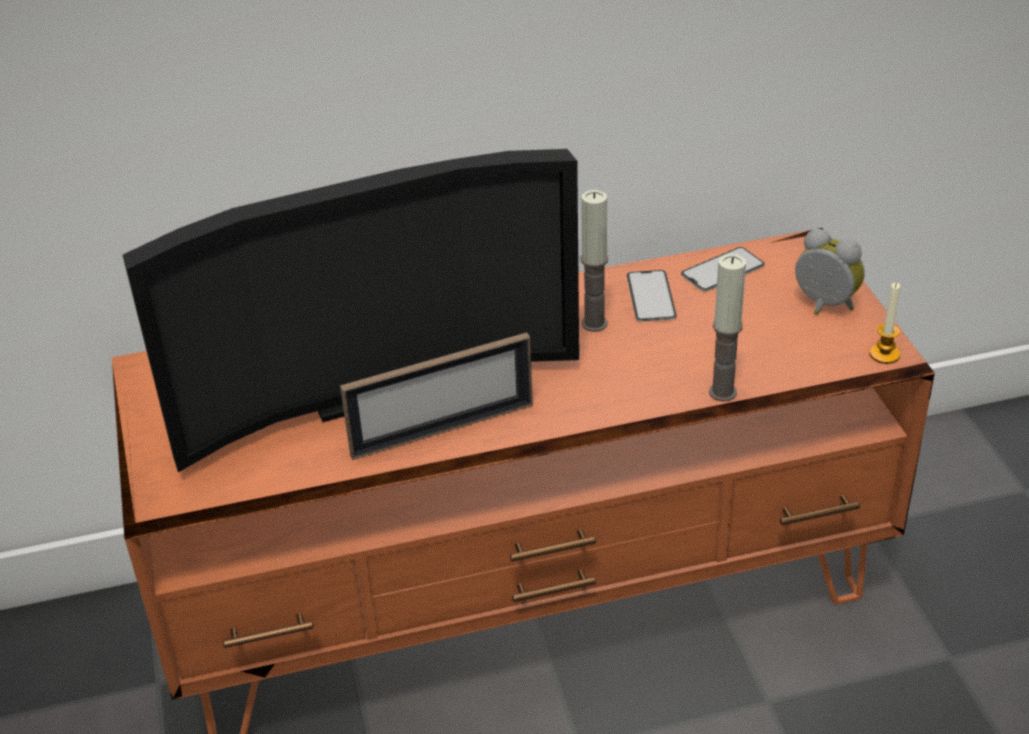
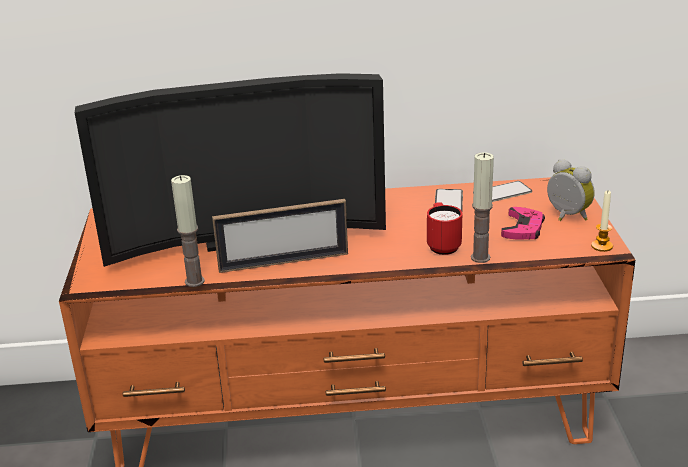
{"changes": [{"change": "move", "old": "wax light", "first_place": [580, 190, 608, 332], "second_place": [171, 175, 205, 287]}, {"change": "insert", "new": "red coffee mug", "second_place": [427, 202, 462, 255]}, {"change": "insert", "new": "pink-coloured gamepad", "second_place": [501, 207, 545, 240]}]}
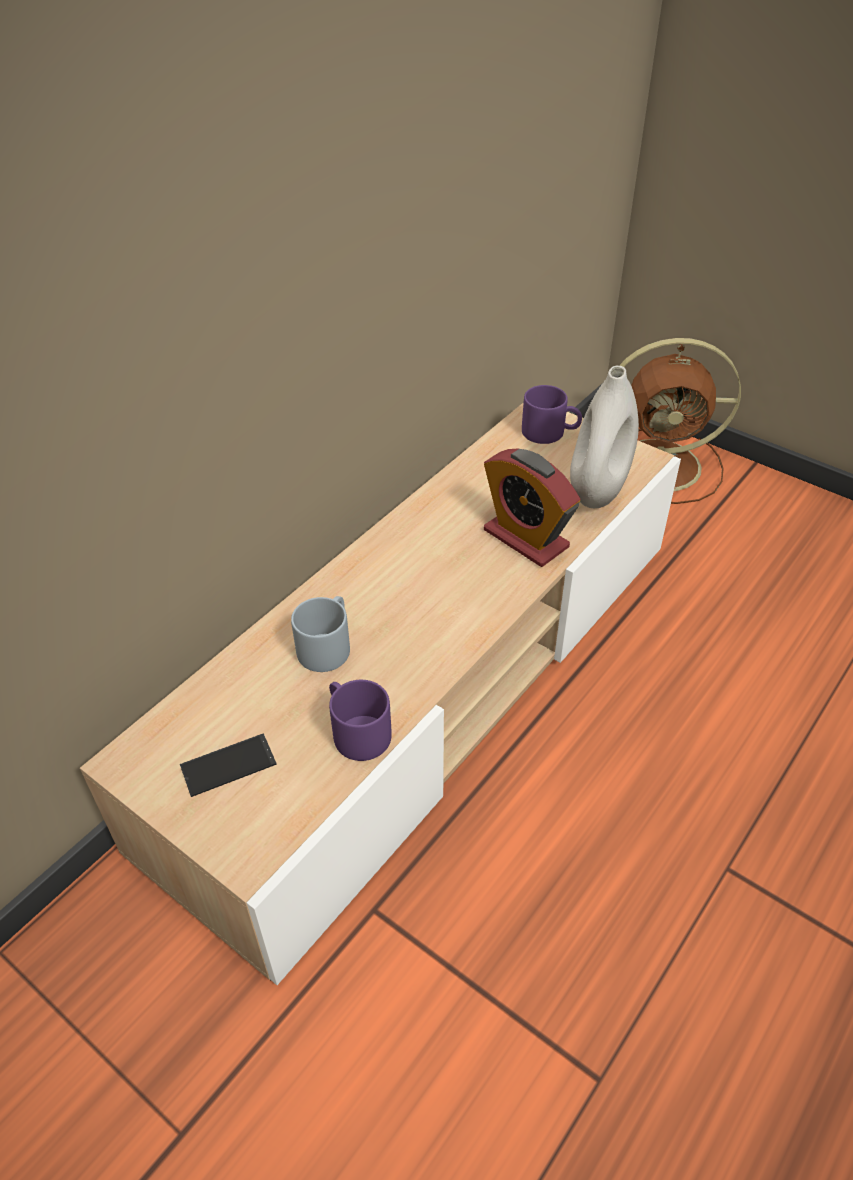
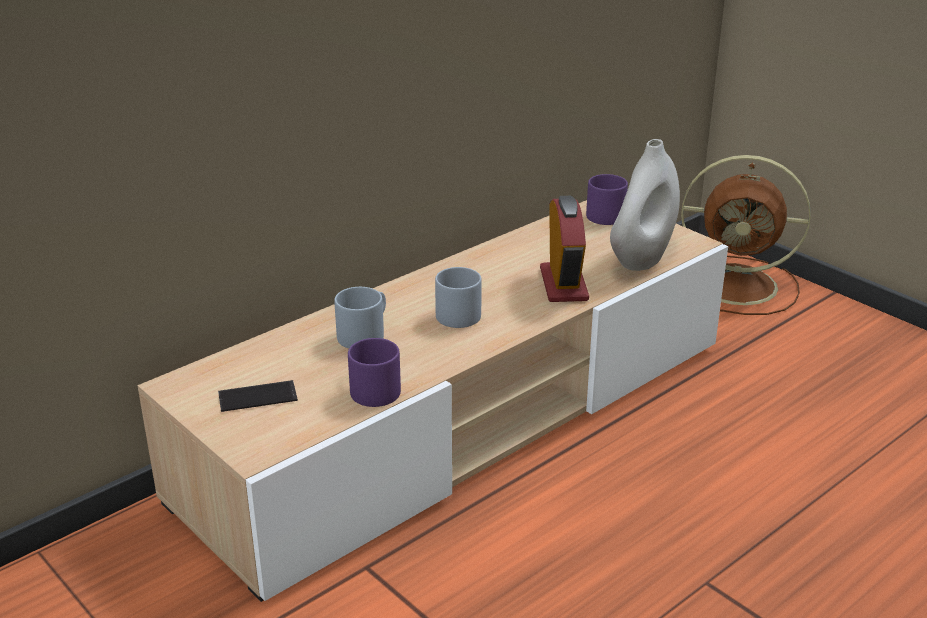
{"changes": [{"change": "rotate", "old": "table clock", "first_place": [484, 448, 580, 567], "second_place": [540, 196, 589, 302], "degrees": -150}, {"change": "insert", "new": "grey coffee mug", "second_place": [435, 267, 482, 328]}]}
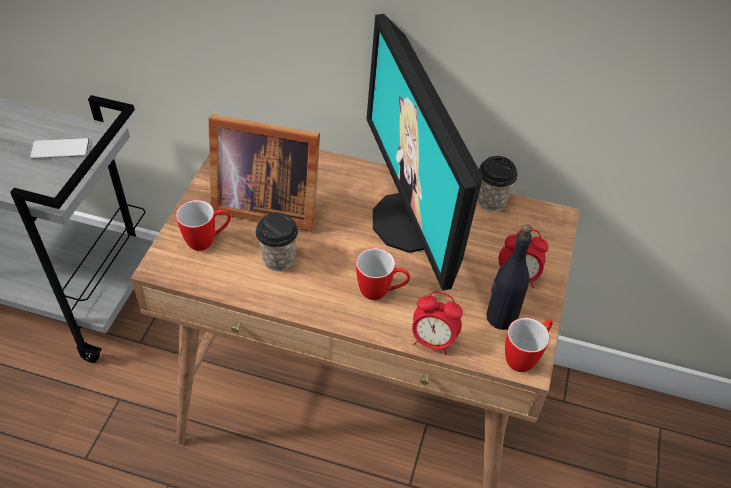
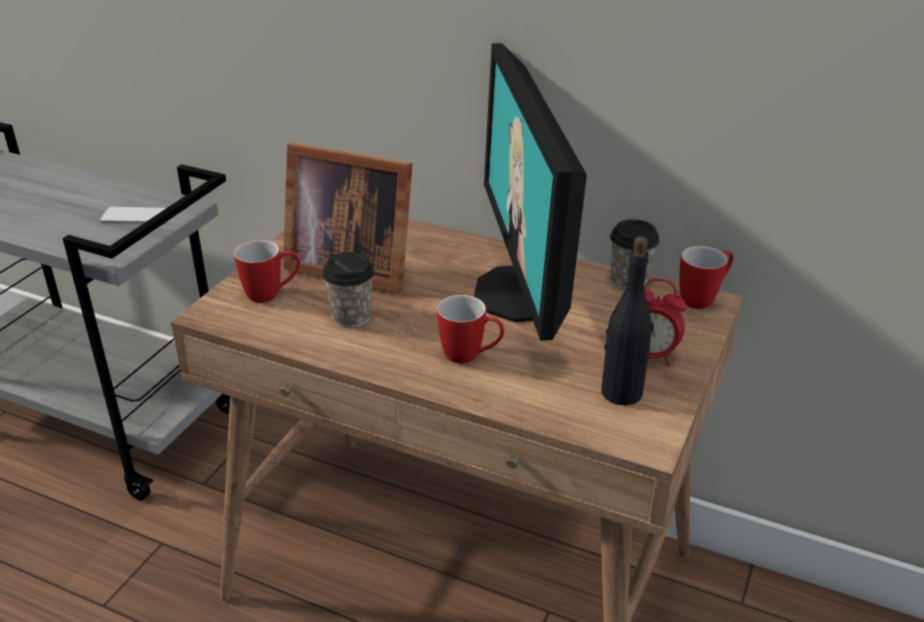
{"changes": [{"change": "delete", "old": "table clock", "first_place": [412, 292, 463, 355]}, {"change": "move", "old": "coffee mug", "first_place": [505, 318, 553, 372], "second_place": [679, 246, 733, 309]}]}
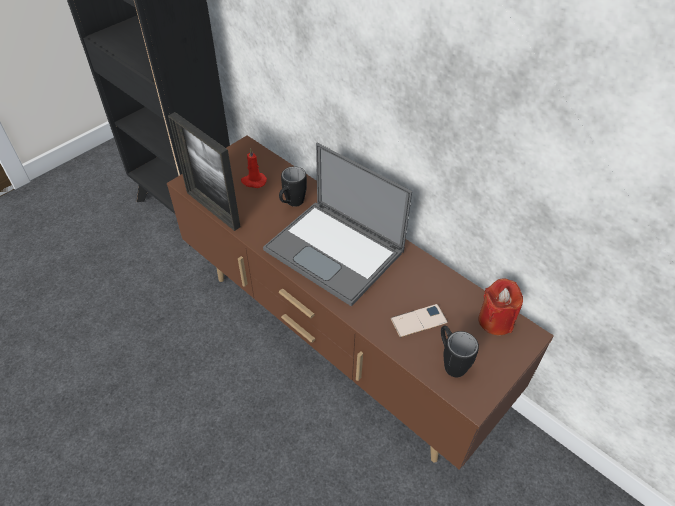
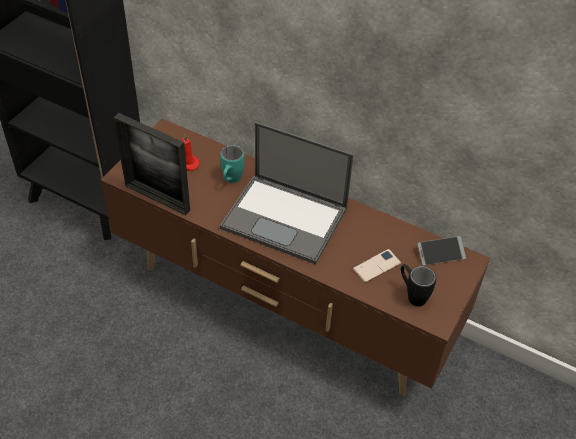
{"changes": [{"change": "recolor", "old": "blackish coffee mug", "new": "turquoise-coloured coffee mug", "first_place": [279, 166, 307, 207], "second_place": [220, 145, 245, 183]}, {"change": "replace", "old": "red wax light", "new": "telephone", "first_place": [478, 278, 523, 335], "second_place": [417, 236, 466, 266]}]}
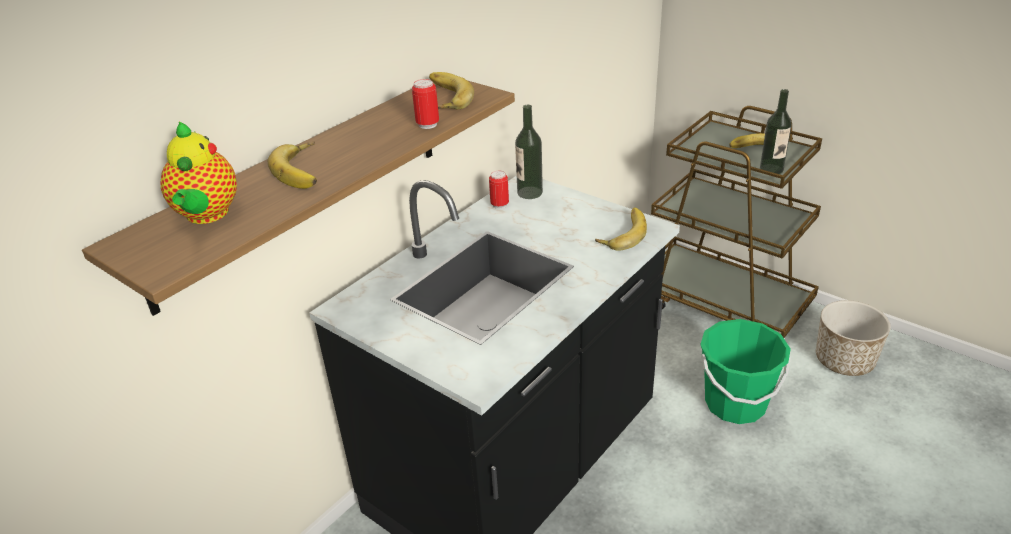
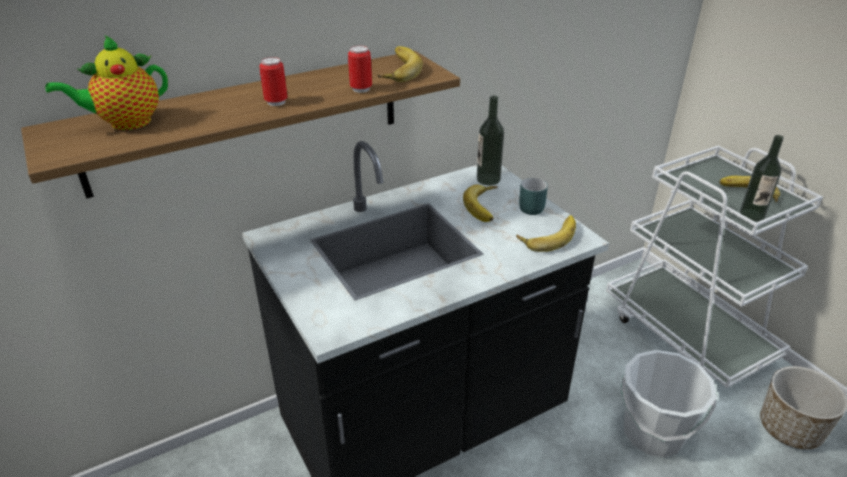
{"changes": [{"change": "recolor", "old": "brown wheeled cart", "new": "white-coloured wheeled cart", "first_place": [651, 106, 822, 338], "second_place": [606, 145, 823, 388]}, {"change": "rotate", "old": "tea pot", "first_place": [161, 122, 237, 224], "second_place": [46, 35, 168, 130], "degrees": 45}, {"change": "move", "old": "banana fruit", "first_place": [268, 142, 317, 189], "second_place": [463, 185, 498, 222]}, {"change": "move", "old": "can", "first_place": [489, 171, 509, 209], "second_place": [259, 57, 287, 106]}, {"change": "recolor", "old": "green pail", "new": "white-coloured pail", "first_place": [700, 319, 791, 424], "second_place": [621, 350, 717, 457]}, {"change": "insert", "new": "turquoise-coloured coffee mug", "second_place": [519, 178, 548, 215]}]}
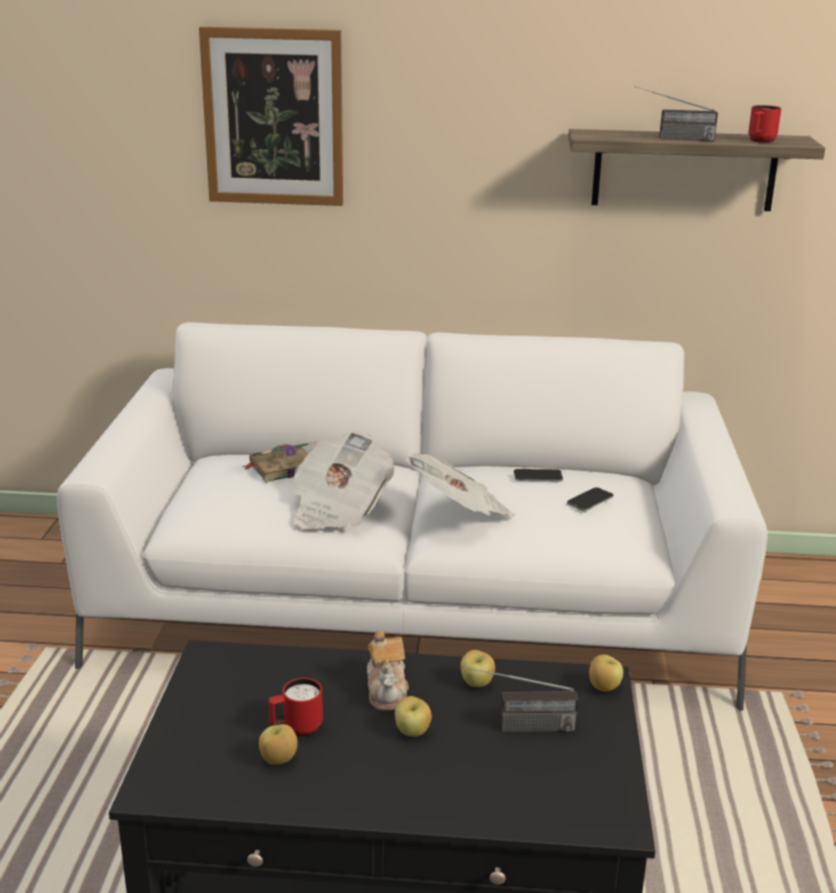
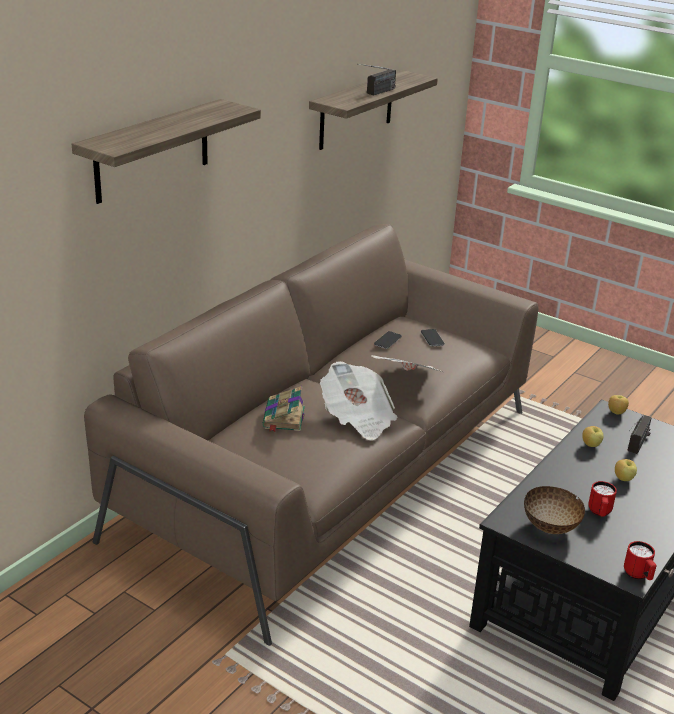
{"changes": [{"change": "replace", "old": "wall art", "new": "wall shelf", "first_place": [199, 27, 343, 206], "second_place": [72, 99, 261, 204]}, {"change": "move", "old": "red coffee mug", "first_place": [748, 105, 781, 143], "second_place": [624, 541, 657, 580]}, {"change": "recolor", "old": "white-coloured sofa", "new": "brown sofa", "first_place": [57, 322, 767, 711], "second_place": [84, 224, 538, 646]}, {"change": "delete", "old": "tea pot", "first_place": [367, 630, 409, 710]}, {"change": "delete", "old": "apple fruit", "first_place": [259, 724, 298, 765]}, {"change": "insert", "new": "deep dish", "second_place": [524, 486, 585, 534]}]}
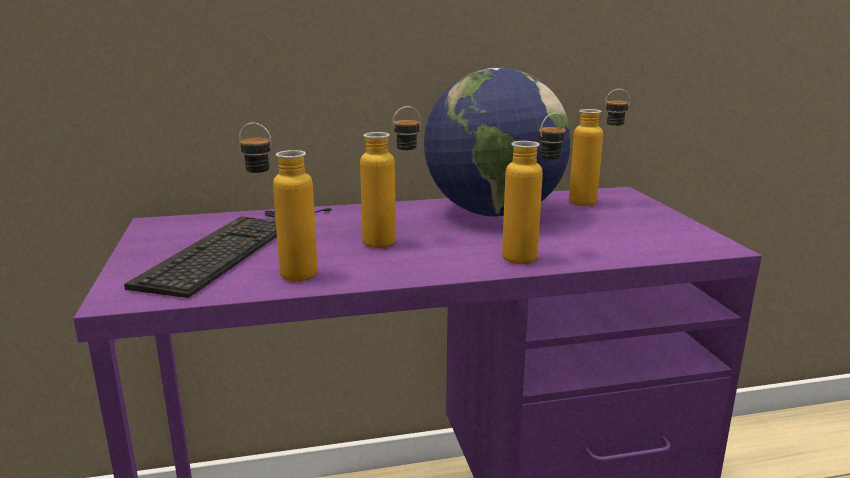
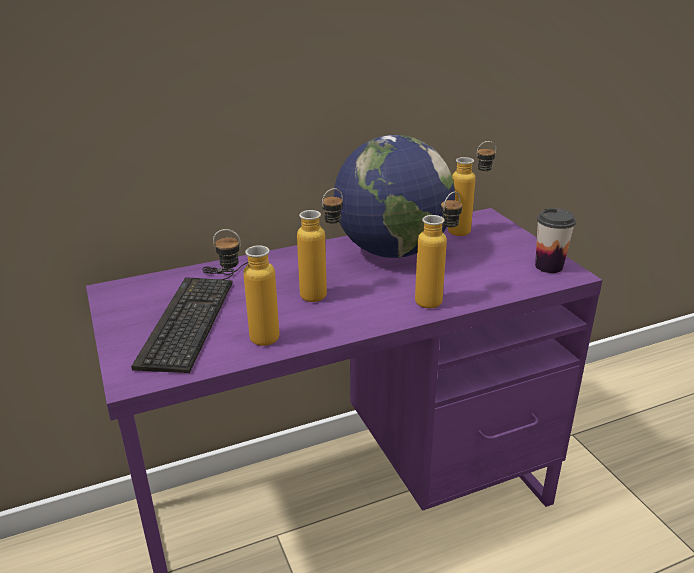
{"changes": [{"change": "insert", "new": "cup", "second_place": [535, 208, 576, 273]}]}
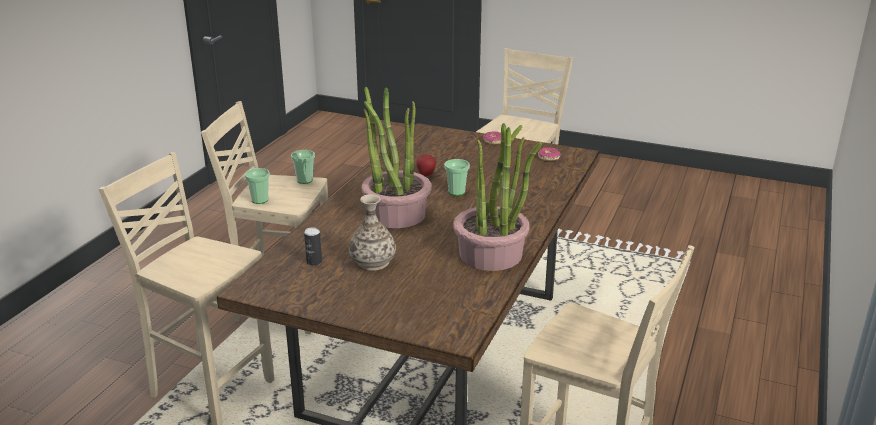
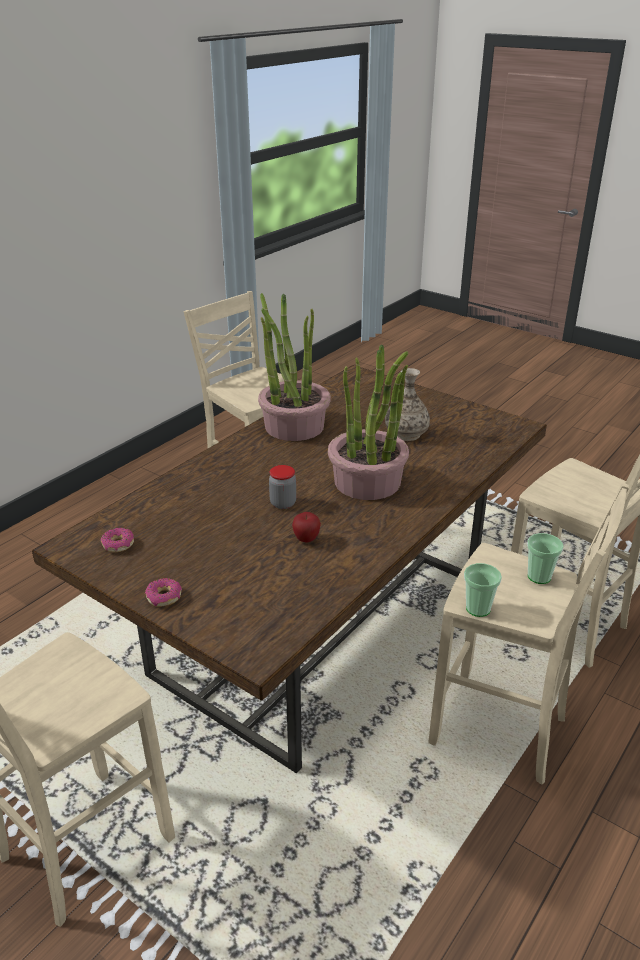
{"changes": [{"change": "replace", "old": "cup", "new": "preserve jar", "first_place": [444, 159, 470, 196], "second_place": [269, 465, 296, 509]}, {"change": "delete", "old": "can", "first_place": [304, 227, 322, 266]}]}
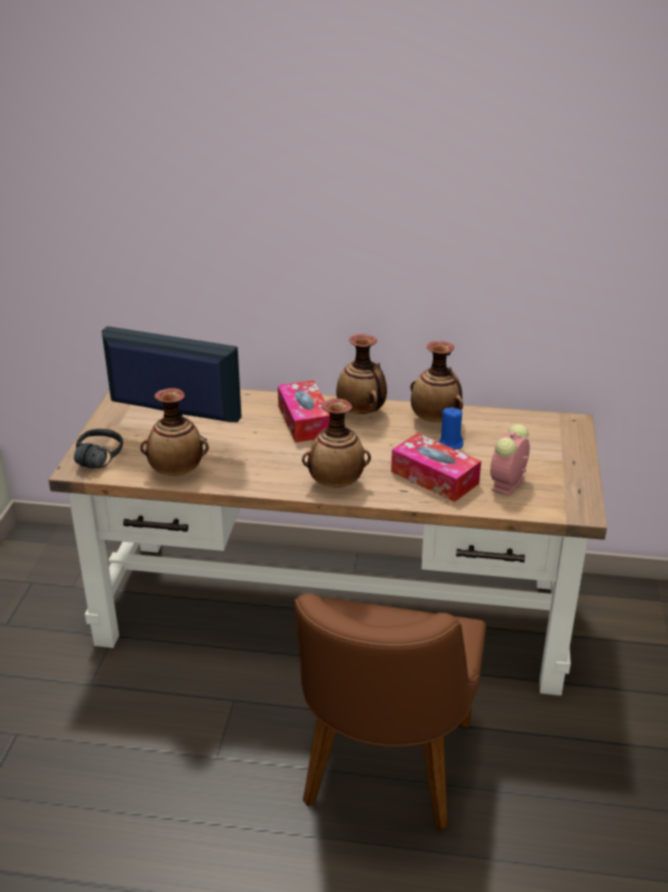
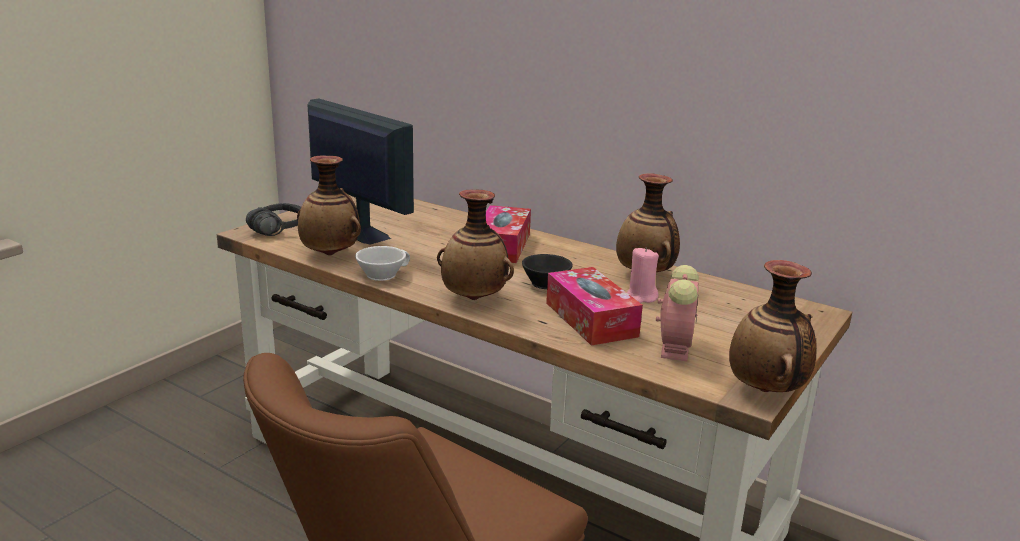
{"changes": [{"change": "move", "old": "flower vase", "first_place": [336, 334, 387, 414], "second_place": [729, 260, 816, 392]}, {"change": "recolor", "old": "bluish wax light", "new": "pink-coloured wax light", "first_place": [438, 407, 464, 450], "second_place": [627, 247, 659, 303]}, {"change": "rotate", "old": "table clock", "first_place": [490, 424, 530, 496], "second_place": [656, 265, 699, 362], "degrees": 135}, {"change": "insert", "new": "white-coloured cup", "second_place": [355, 246, 410, 281]}, {"change": "insert", "new": "blackish cup", "second_place": [522, 254, 573, 289]}]}
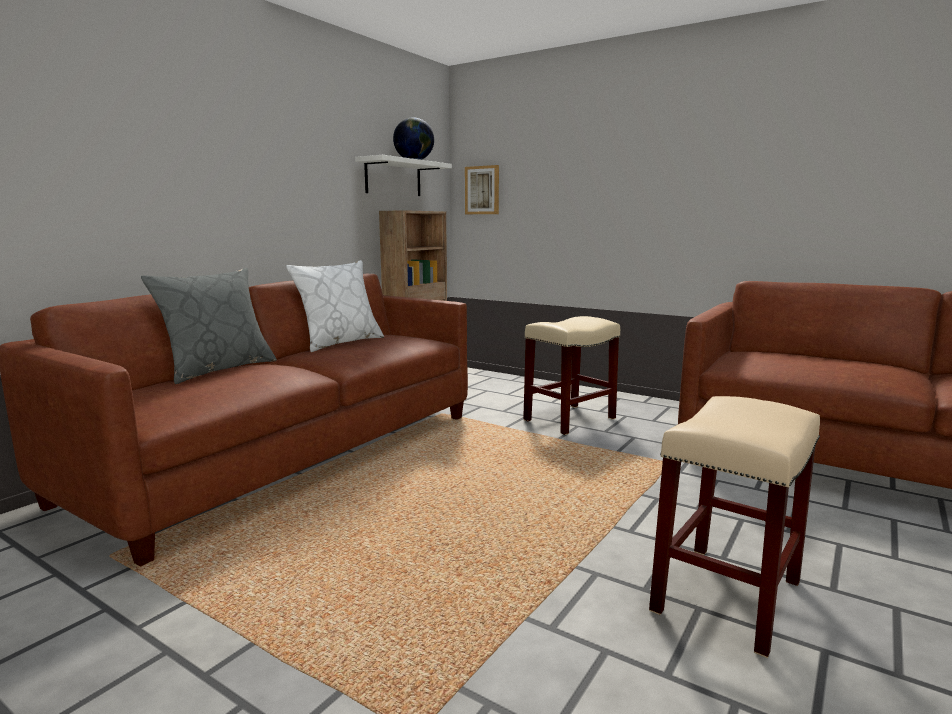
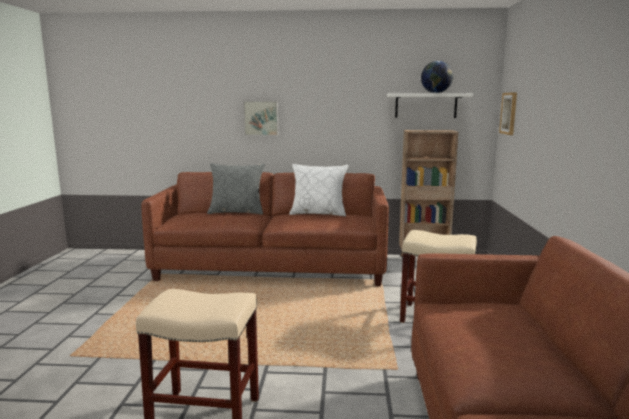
{"changes": [{"change": "insert", "new": "wall art", "second_place": [243, 101, 278, 136]}]}
